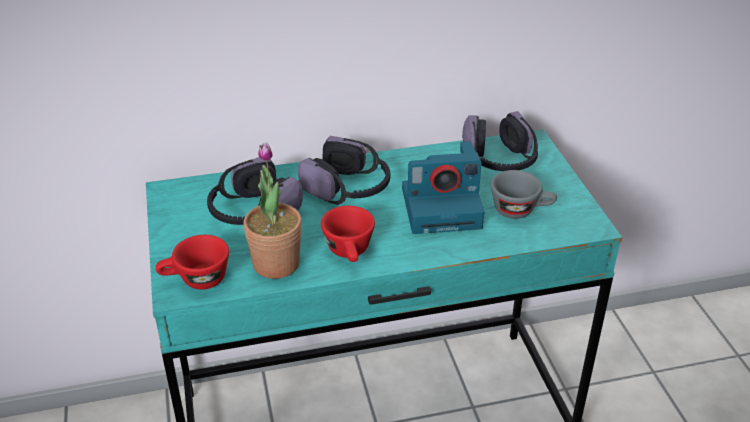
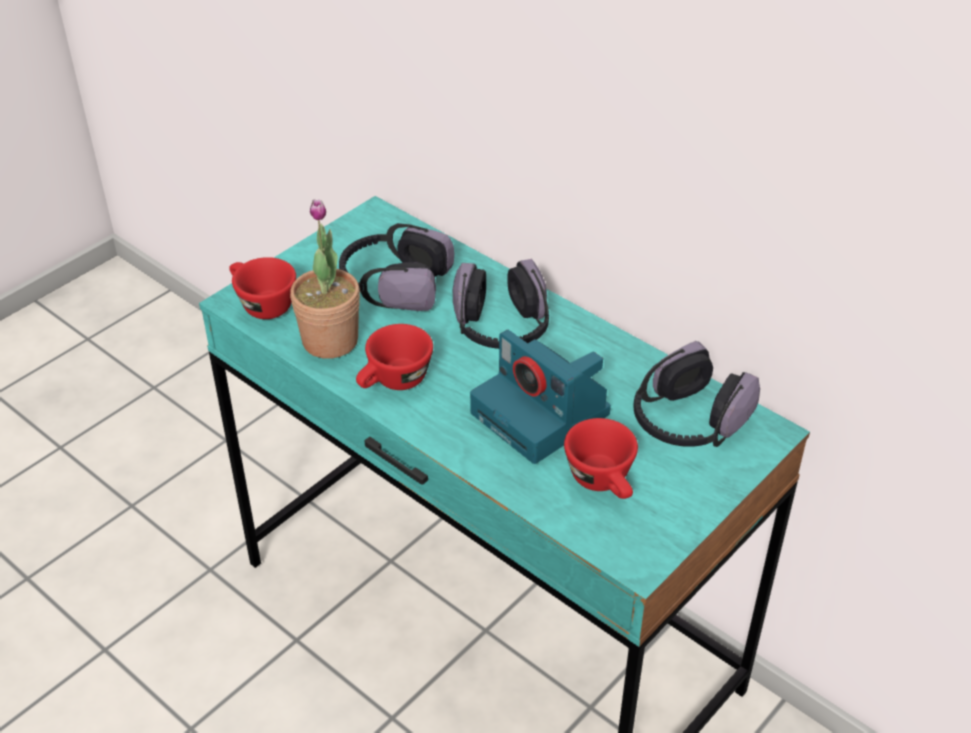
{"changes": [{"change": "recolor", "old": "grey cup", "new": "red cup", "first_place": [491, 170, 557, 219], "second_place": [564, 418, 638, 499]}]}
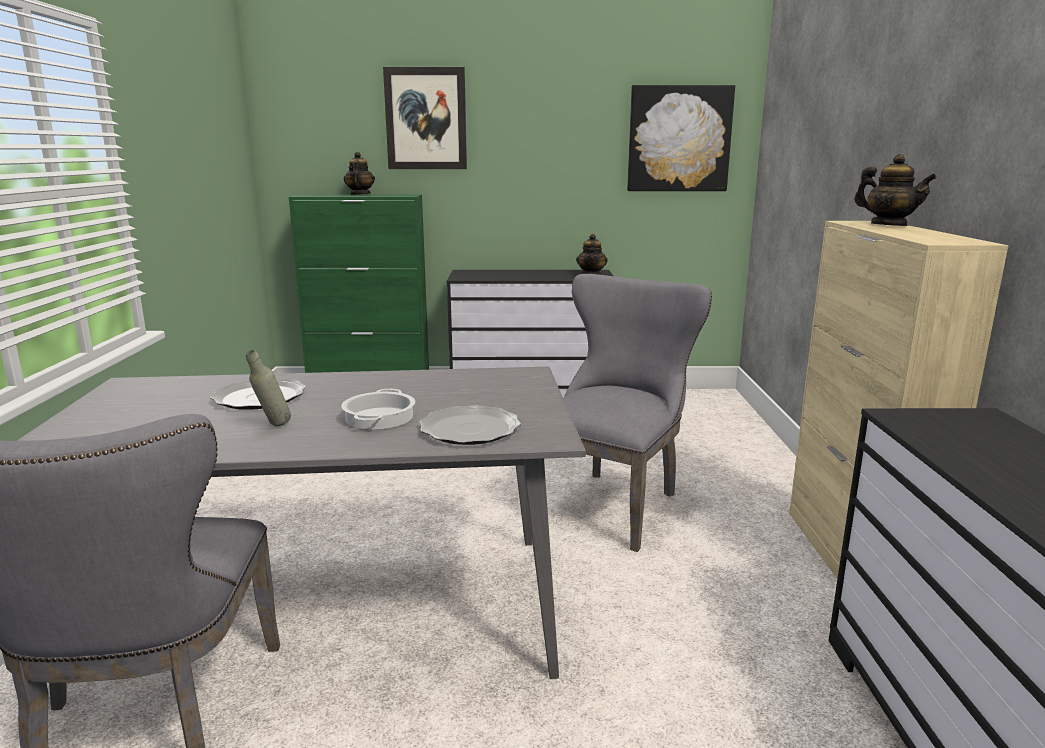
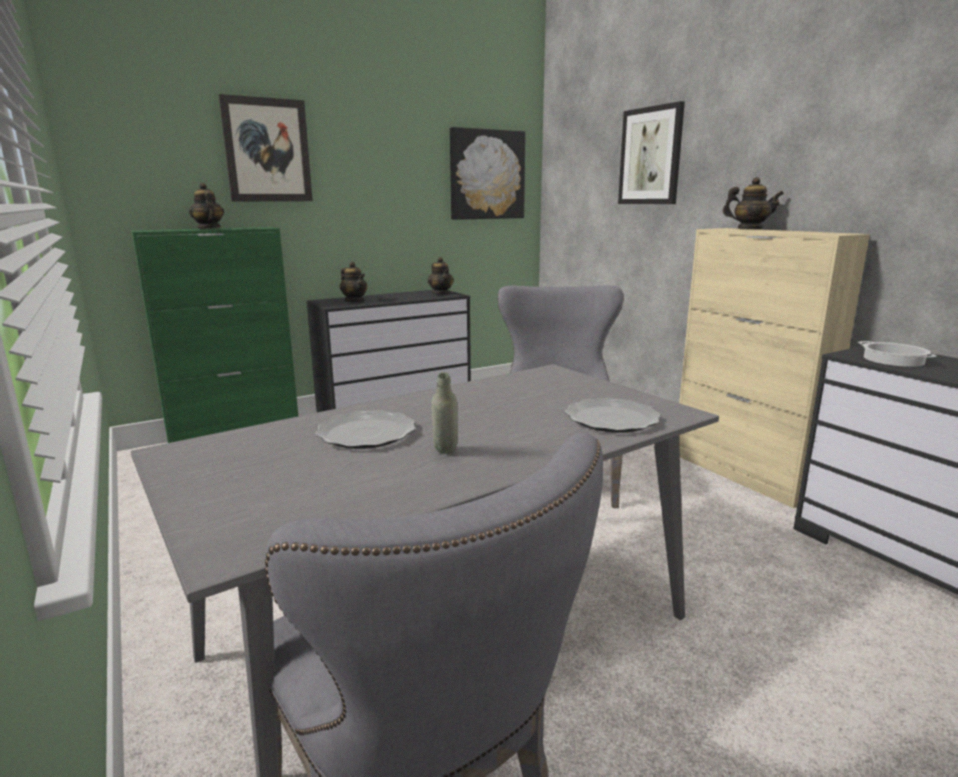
{"changes": [{"change": "move", "old": "cooking pot", "first_place": [341, 389, 415, 429], "second_place": [858, 341, 937, 367]}, {"change": "insert", "new": "wall art", "second_place": [618, 101, 685, 204]}, {"change": "insert", "new": "tea pot", "second_place": [340, 262, 367, 302]}]}
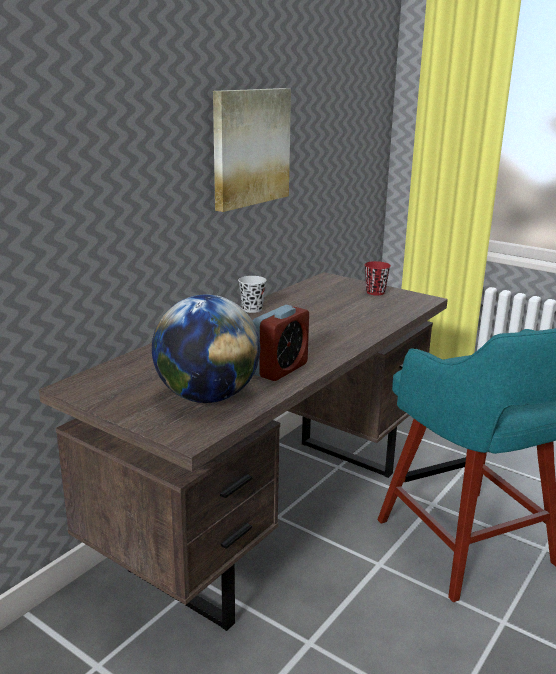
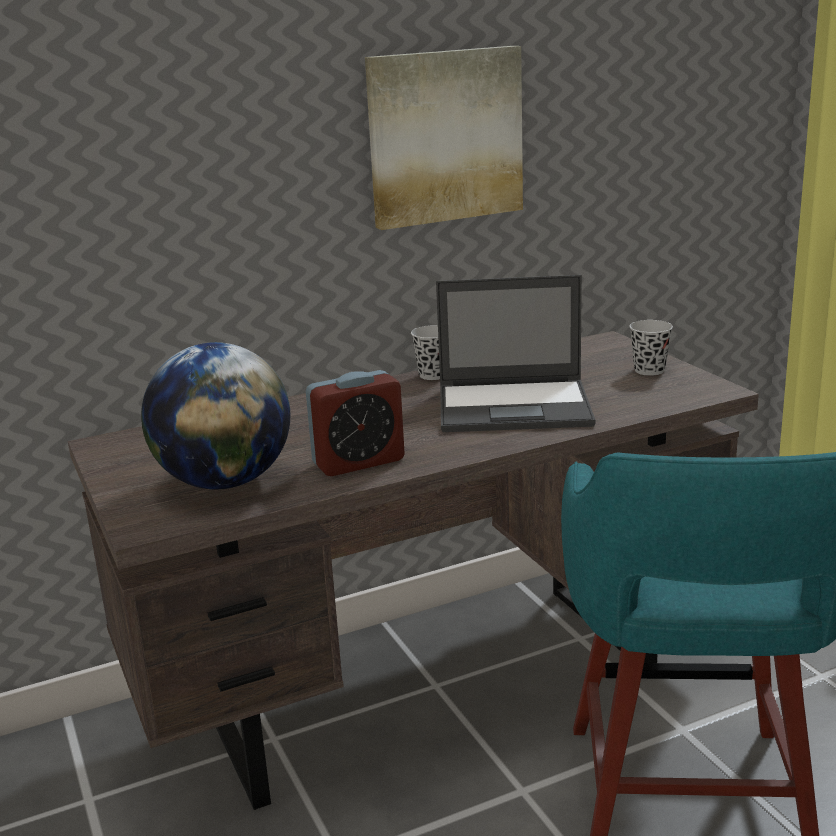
{"changes": [{"change": "recolor", "old": "red cup", "new": "blackish cup", "first_place": [365, 261, 391, 295], "second_place": [629, 320, 673, 376]}, {"change": "insert", "new": "portable computer", "second_place": [436, 275, 596, 432]}]}
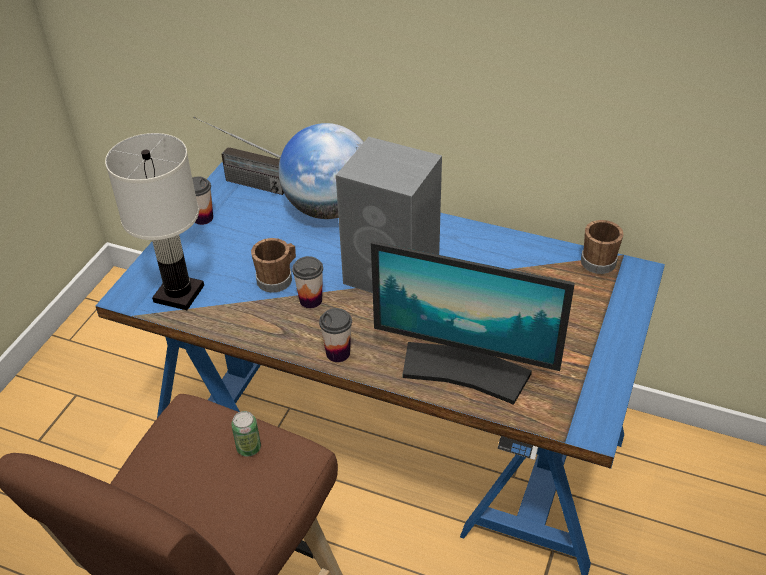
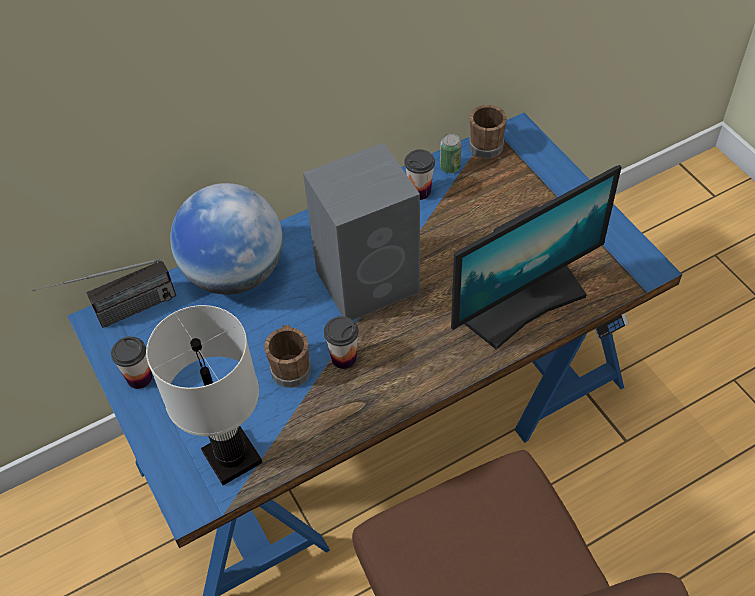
{"changes": [{"change": "move", "old": "cup", "first_place": [319, 308, 352, 362], "second_place": [404, 149, 435, 200]}, {"change": "move", "old": "can", "first_place": [231, 411, 261, 457], "second_place": [440, 133, 461, 173]}]}
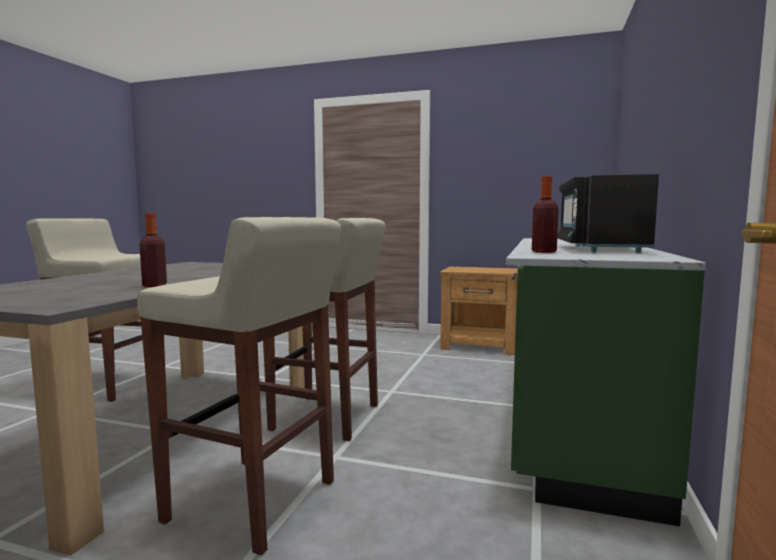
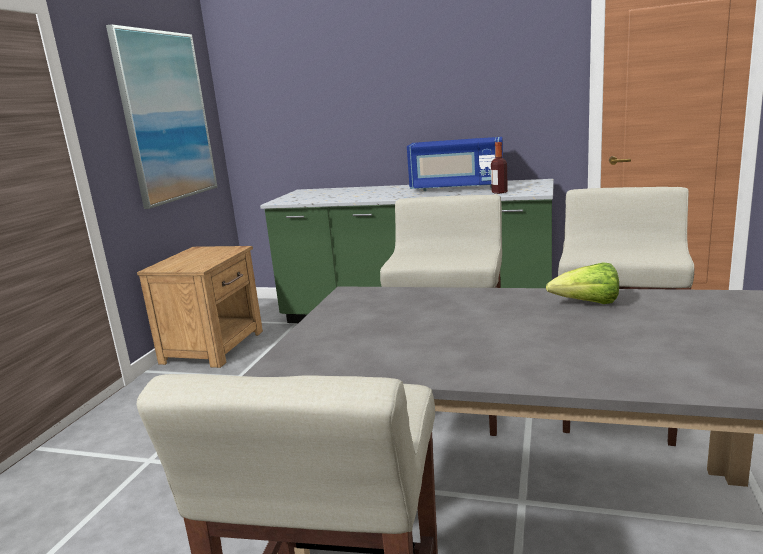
{"changes": [{"change": "recolor", "old": "blackish microwave oven", "new": "bluish microwave oven", "first_place": [557, 174, 659, 253], "second_place": [407, 137, 503, 191]}, {"change": "replace", "old": "bottle", "new": "lettuce", "first_place": [139, 213, 167, 287], "second_place": [546, 262, 619, 304]}, {"change": "insert", "new": "wall art", "second_place": [106, 24, 217, 209]}]}
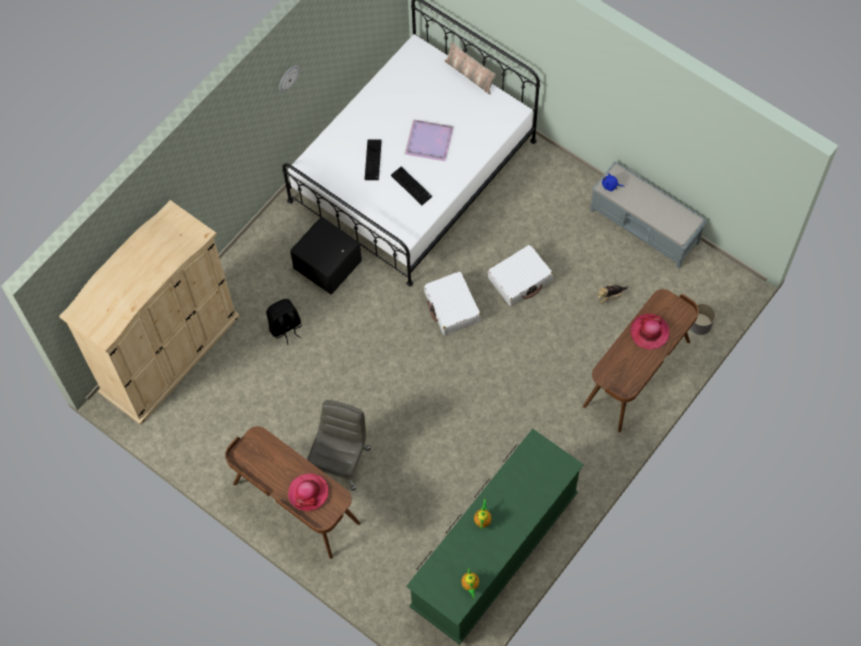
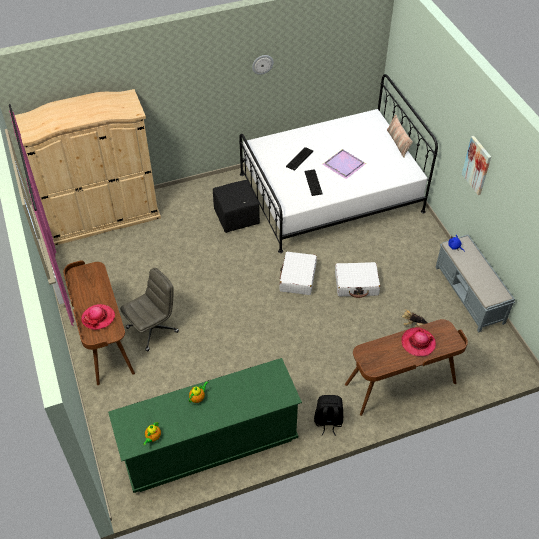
{"changes": [{"change": "move", "old": "blackish rucksack", "first_place": [266, 299, 302, 345], "second_place": [314, 395, 343, 436]}, {"change": "delete", "old": "grey flower pot", "first_place": [690, 303, 716, 335]}, {"change": "insert", "new": "wall art", "second_place": [462, 136, 491, 195]}]}
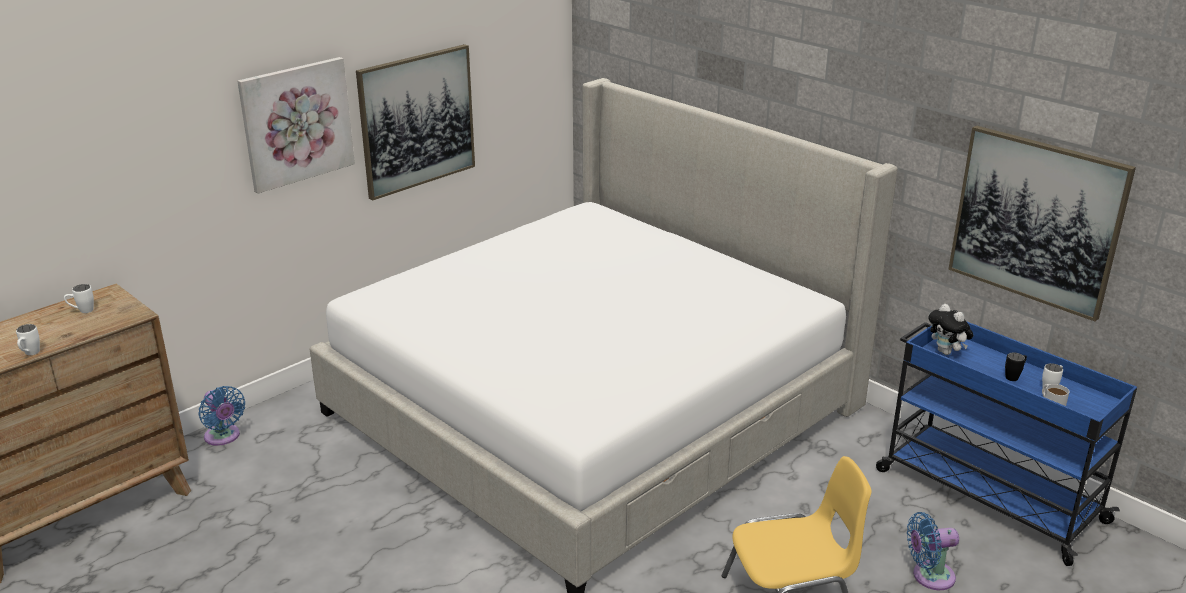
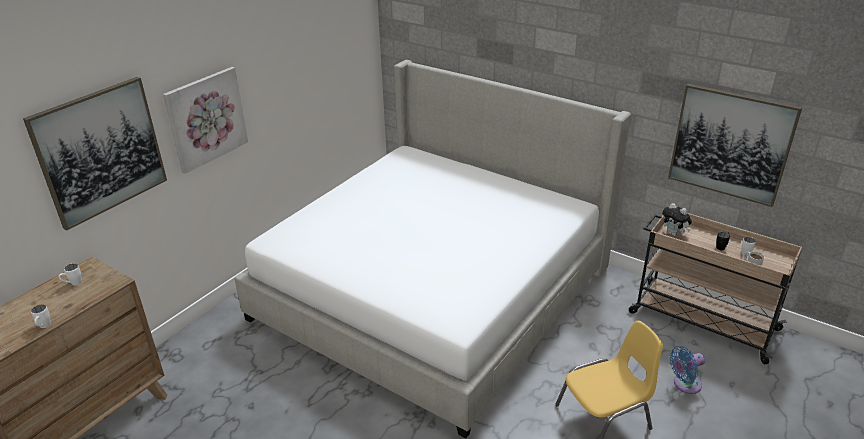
{"changes": [{"change": "move", "old": "wall art", "first_place": [356, 44, 475, 200], "second_place": [23, 77, 167, 230]}, {"change": "recolor", "old": "bluish wheeled cart", "new": "beige-coloured wheeled cart", "first_place": [876, 321, 1137, 566], "second_place": [629, 213, 802, 364]}, {"change": "delete", "old": "bluish fan", "first_place": [198, 386, 245, 446]}]}
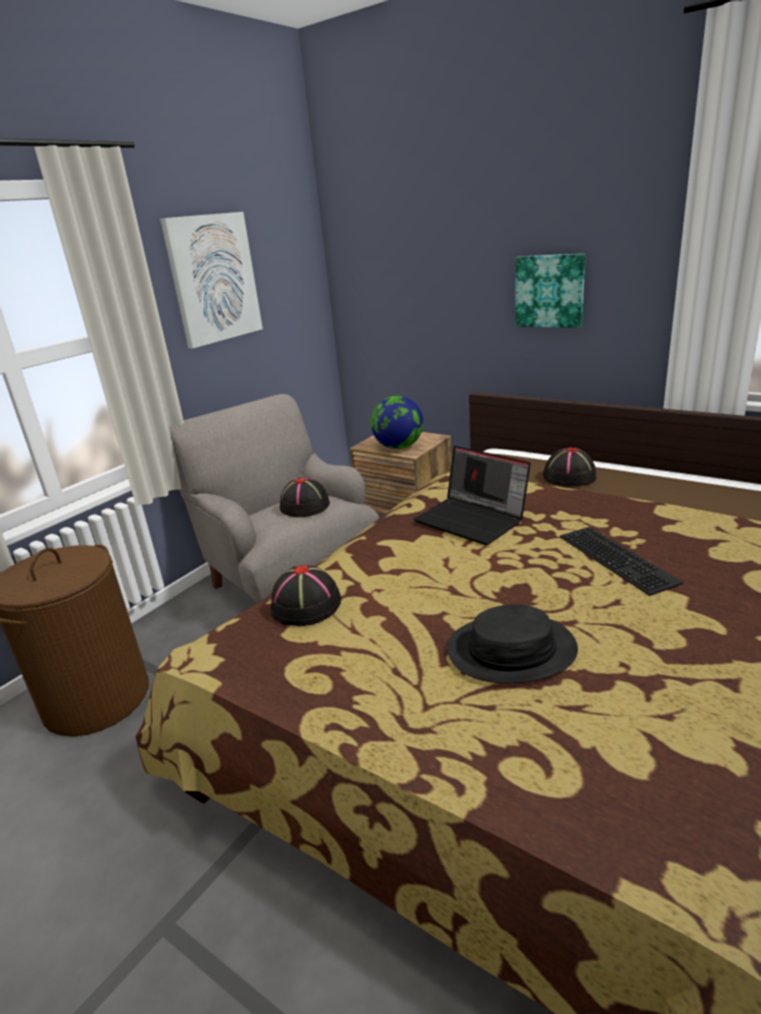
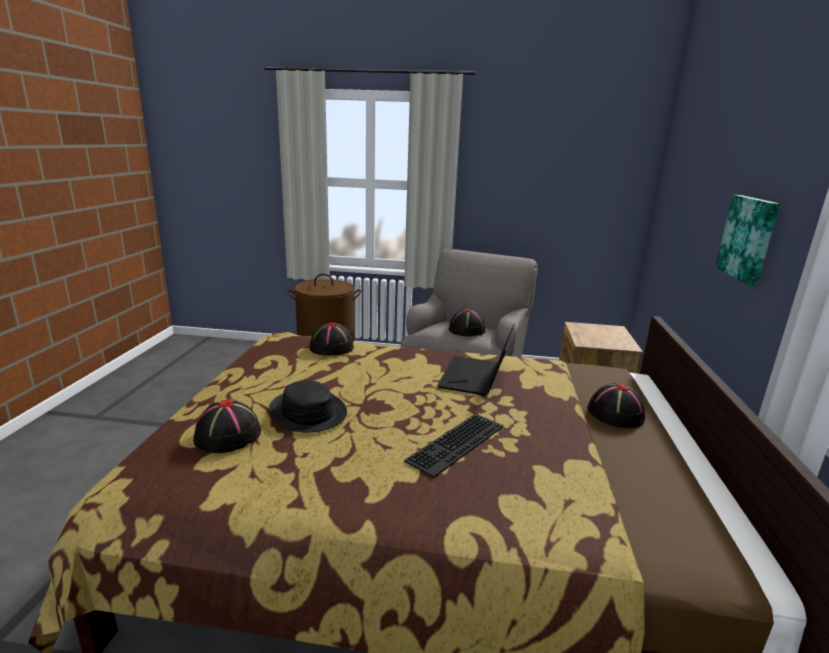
{"changes": [{"change": "delete", "old": "wall art", "first_place": [160, 212, 263, 348]}, {"change": "delete", "old": "globe", "first_place": [371, 396, 424, 449]}, {"change": "insert", "new": "blackish hat", "second_place": [194, 400, 261, 453]}]}
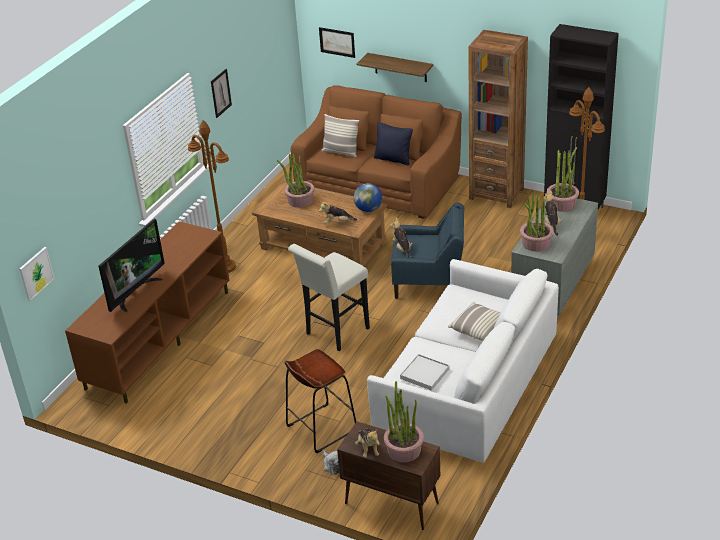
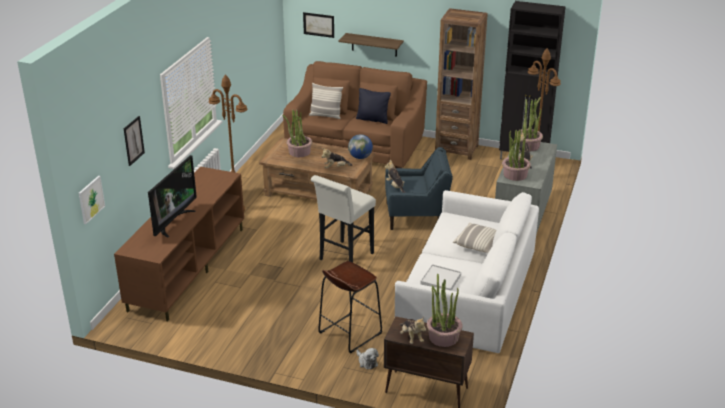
{"changes": [{"change": "move", "old": "wall art", "first_place": [211, 69, 232, 118], "second_place": [124, 116, 145, 166]}]}
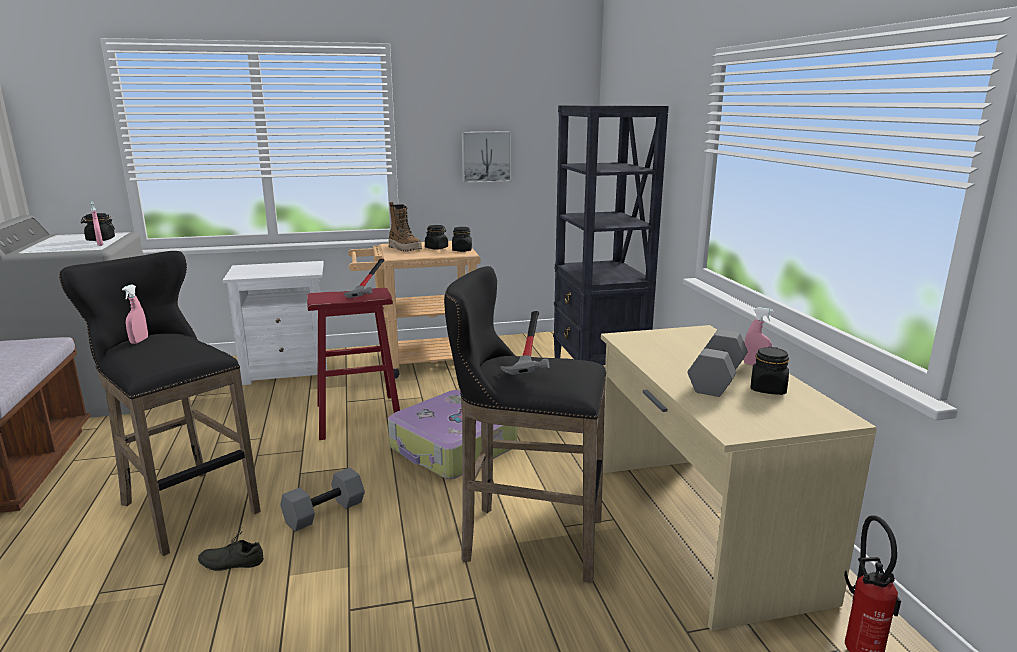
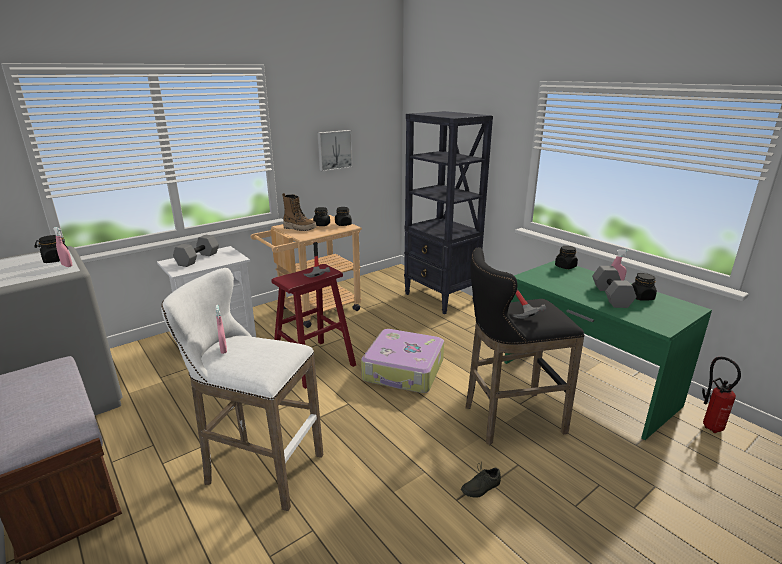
{"changes": [{"change": "recolor", "old": "blackish stool", "new": "white-coloured stool", "first_place": [59, 251, 261, 556], "second_place": [161, 268, 323, 511]}, {"change": "recolor", "old": "beige-coloured desk", "new": "green desk", "first_place": [601, 325, 877, 631], "second_place": [504, 261, 712, 440]}, {"change": "move", "old": "grey free weight", "first_place": [280, 467, 365, 532], "second_place": [173, 235, 219, 267]}, {"change": "move", "old": "grey item of footwear", "first_place": [198, 528, 264, 571], "second_place": [461, 461, 501, 498]}, {"change": "insert", "new": "blackish preserve jar", "second_place": [555, 246, 578, 269]}]}
